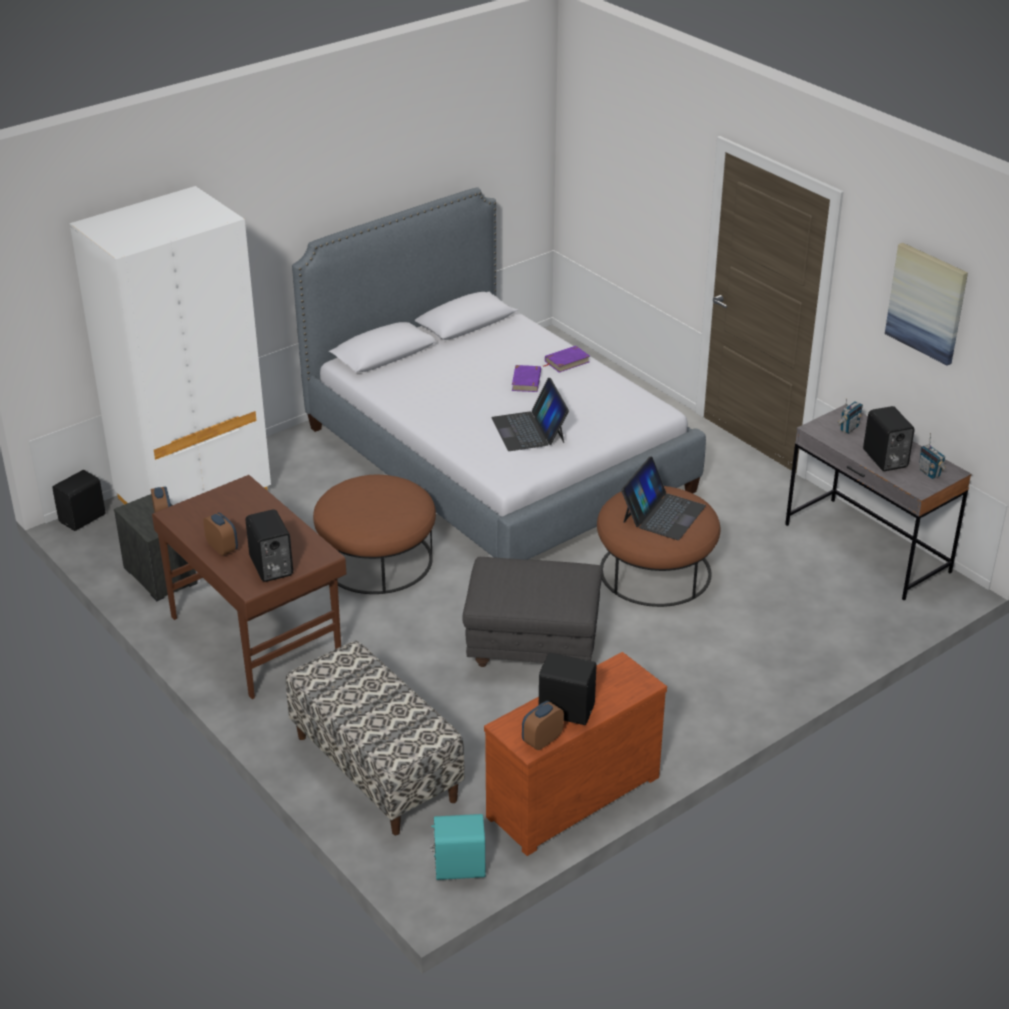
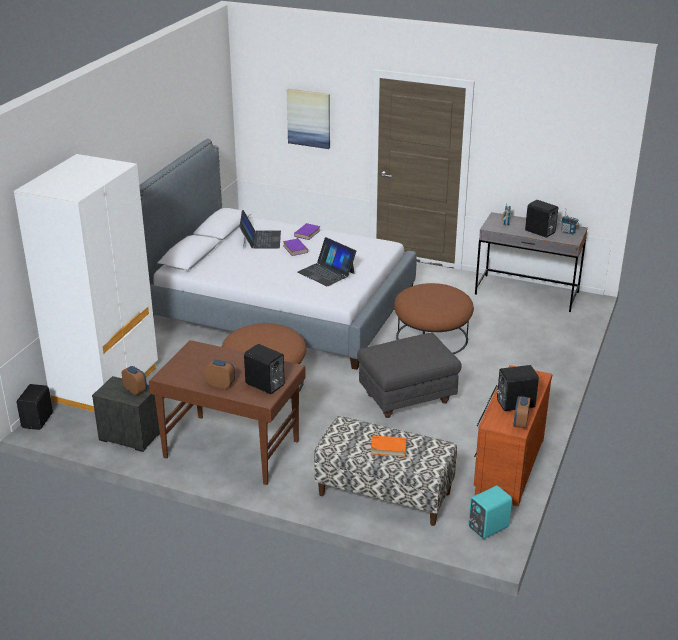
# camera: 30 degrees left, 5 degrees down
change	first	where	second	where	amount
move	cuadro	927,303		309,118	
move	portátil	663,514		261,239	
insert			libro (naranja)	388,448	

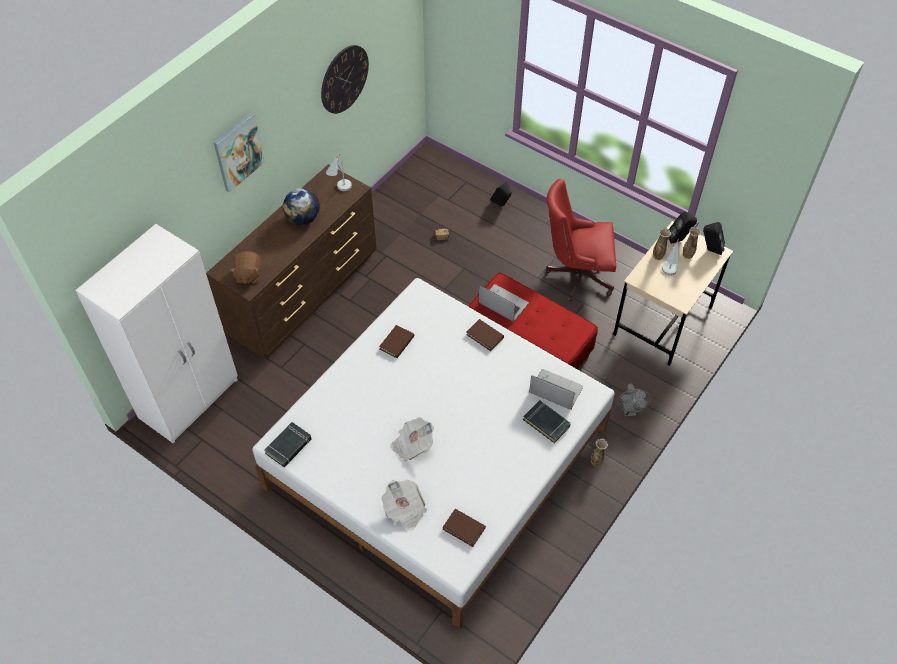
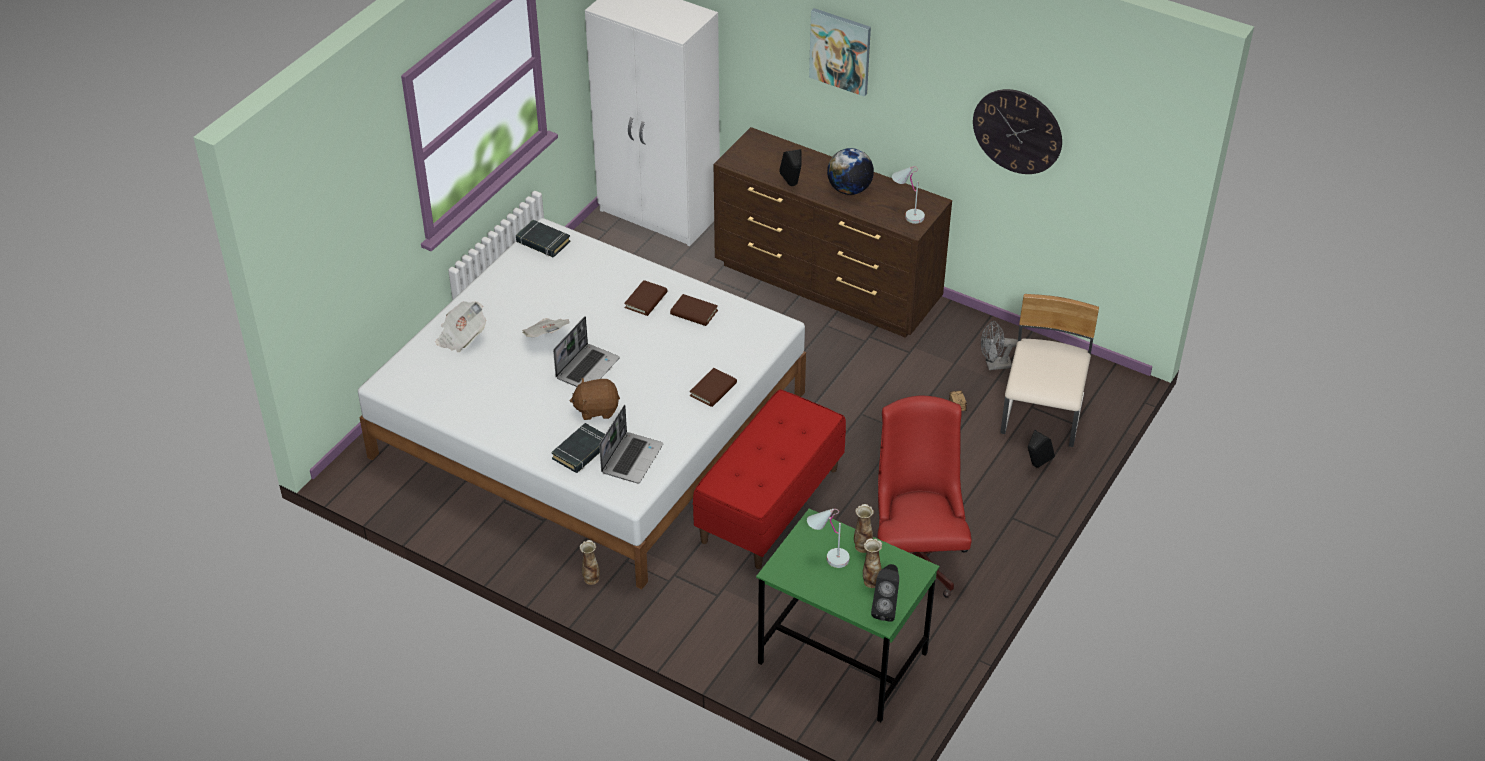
# camera: 85 degrees right, 10 degrees down
change	first	where	second	where	amount
move	altavoz (negro)	679,240		792,185	
recolor	escritorio (beis)	663,321	escritorio (verde)	841,658	
move	peluche (marrón)	248,275		596,409	
move	portátil	502,304		587,368	
move	ventilador (gris)	629,411		994,365	
move	libro (marrón)	464,528		646,300	
insert			silla (beis)	1043,416	

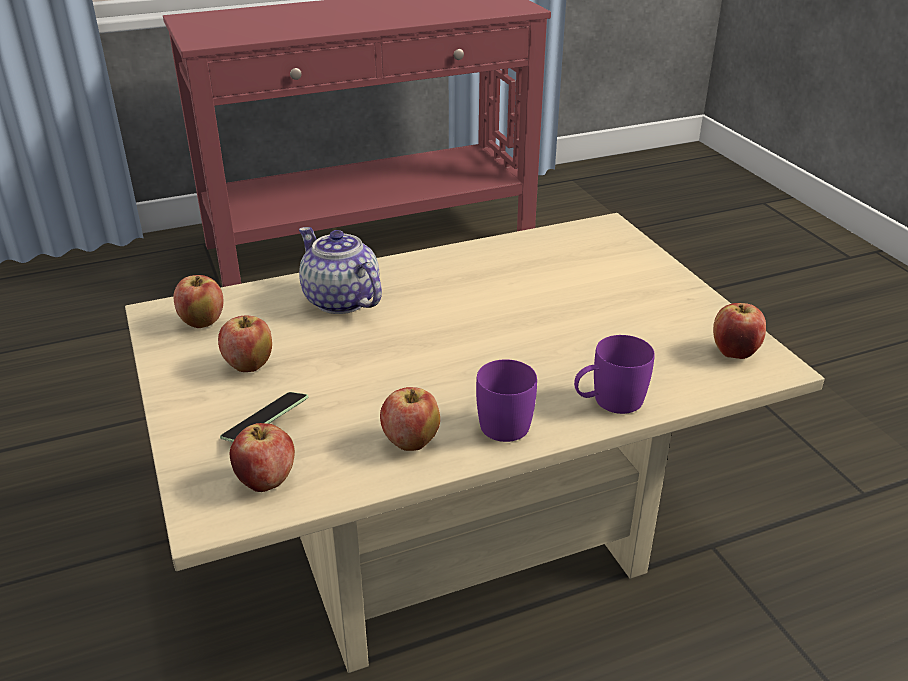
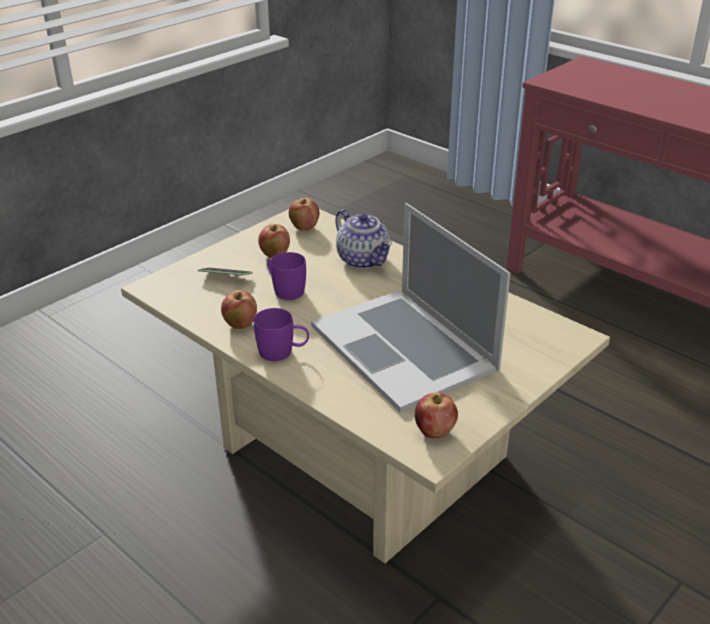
# camera: 65 degrees right, 0 degrees up
change	first	where	second	where	amount
rotate	tetera	340,300		364,260	120 degrees clockwise
move	taza grande (morado)	608,402		285,290	
delete	manzana	266,481			
insert			portátil	404,347	

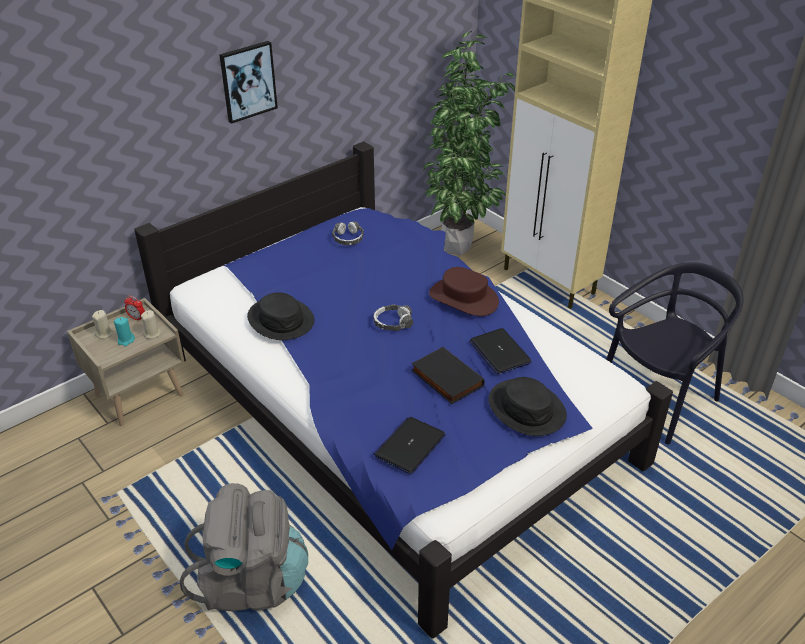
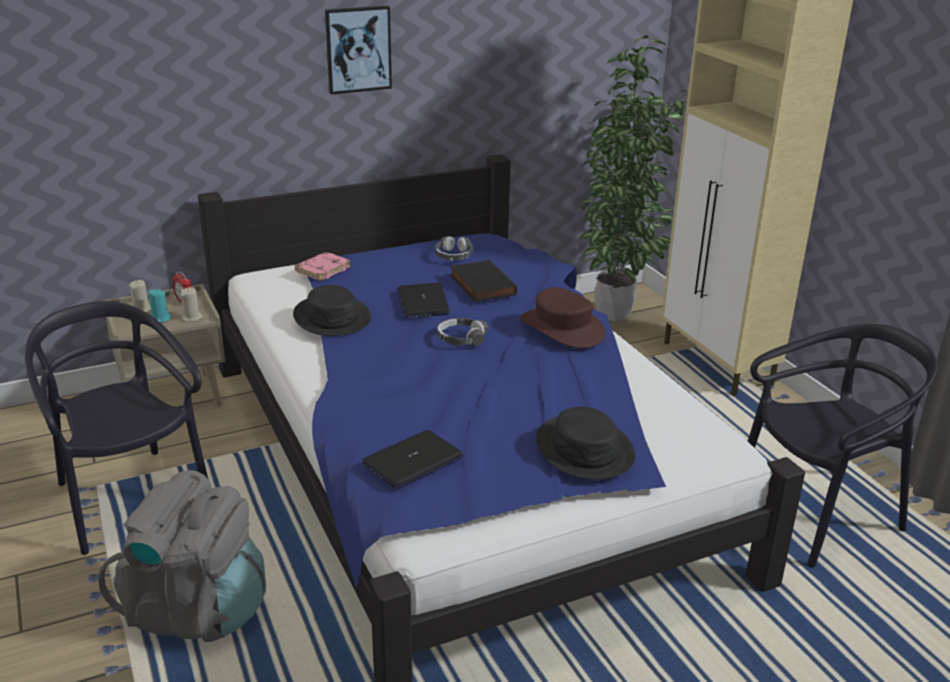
# camera: 15 degrees right, 10 degrees down
change	first	where	second	where	amount
move	portátil	499,352		423,302	
move	libro (negro)	445,378		480,285	
insert			libro (rosa)	322,270	
insert			silla (negro)	130,499	

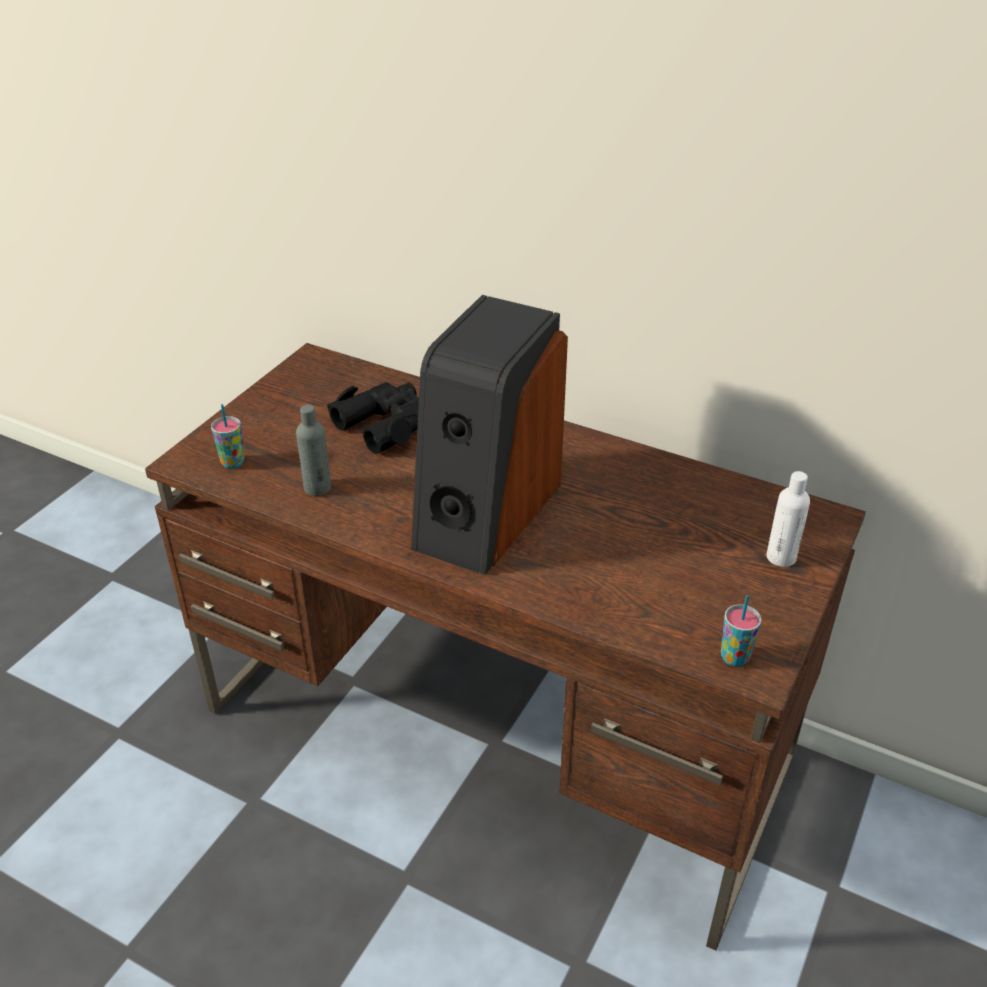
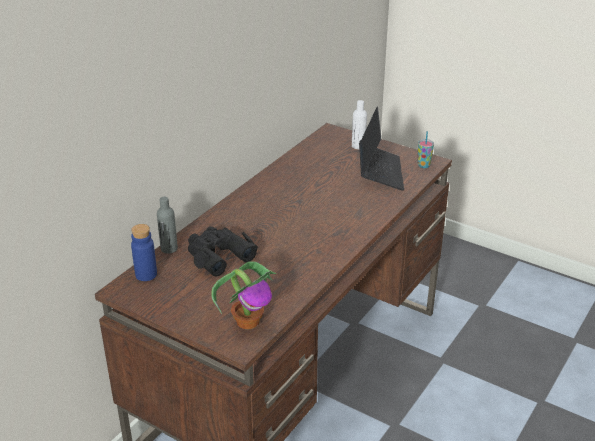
# camera: 85 degrees left, 5 degrees down
change	first	where	second	where	amount
delete	altavoz	485,513			
replace	taza	233,463	planta en maceta	248,321	
move	botella (gris)	317,487		169,248	
insert			portátil	380,173	
insert			botella (azul)	146,274	

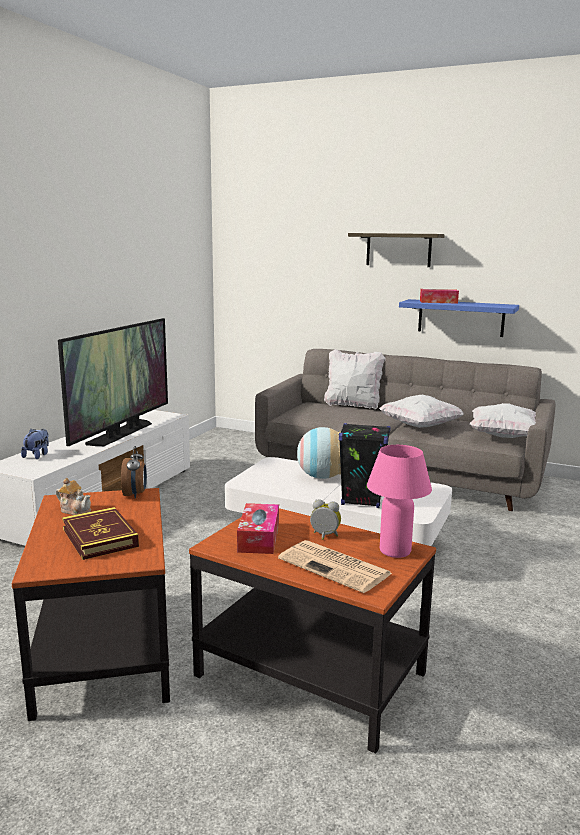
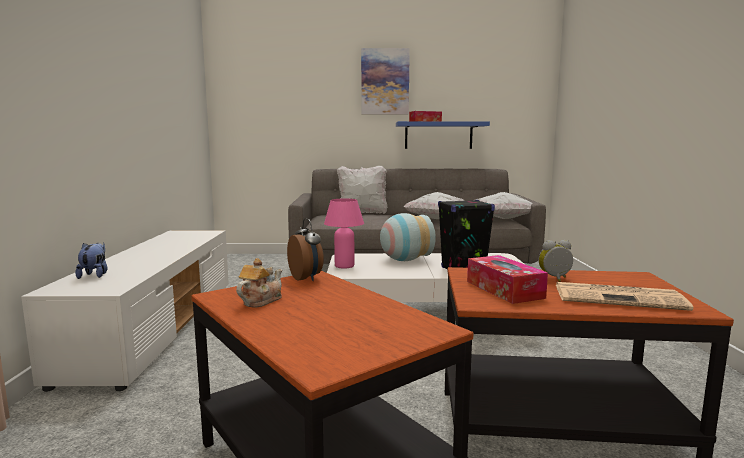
# camera: 25 degrees left, 5 degrees down
change	first	where	second	where	amount
replace	estante	398,250	cuadro	385,82	
delete	televisor	121,433			
move	lámpara de mesa (rosa)	395,551		344,266	
rotate	tetera	75,510		260,301	60 degrees counterclockwise
delete	libro	100,537			

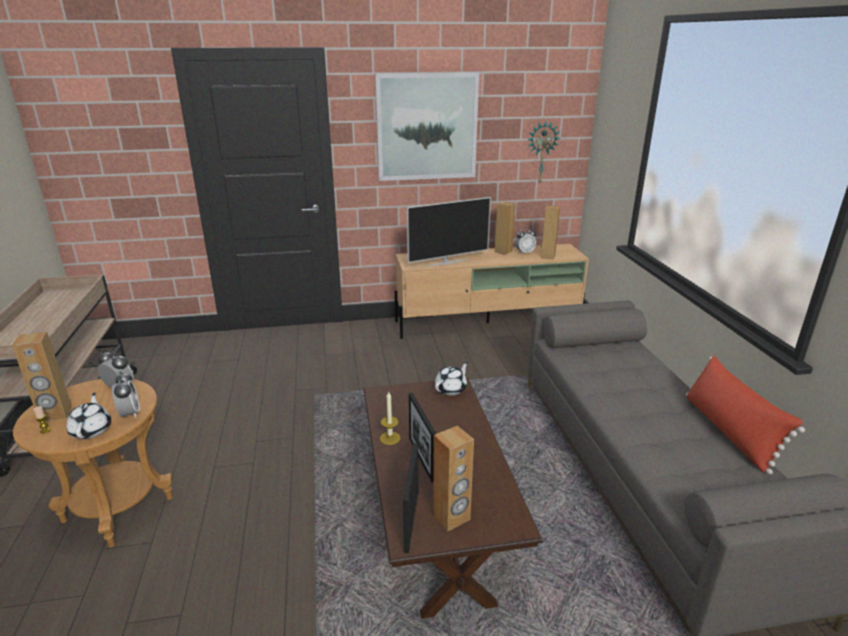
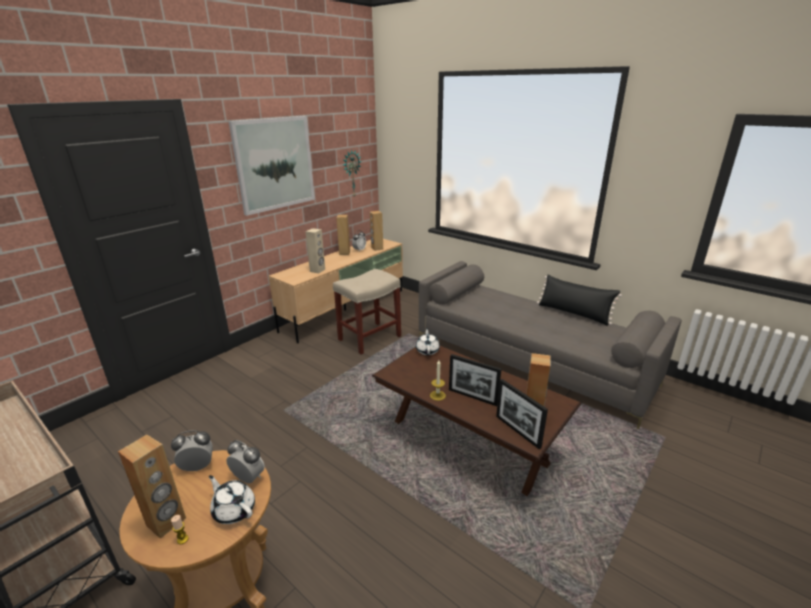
# camera: 40 degrees left, 0 degrees up
change	first	where	second	where	amount
replace	televisor	447,262	altavoz (beis)	317,270	
recolor	cojín (rojo)	729,432	cojín (negro)	573,313	
insert			taburete (beis)	369,338	

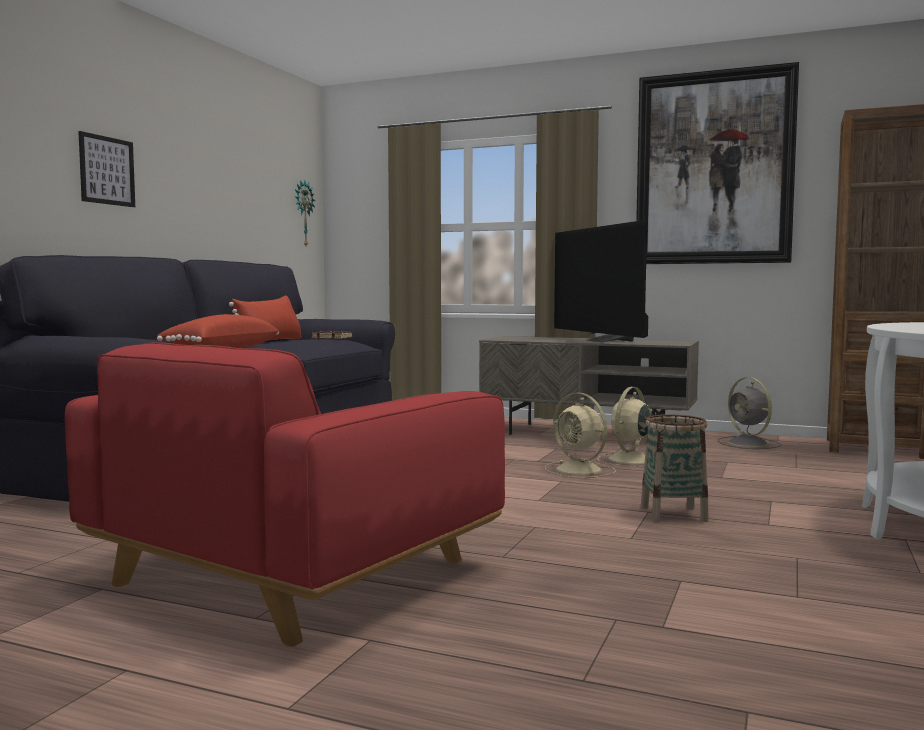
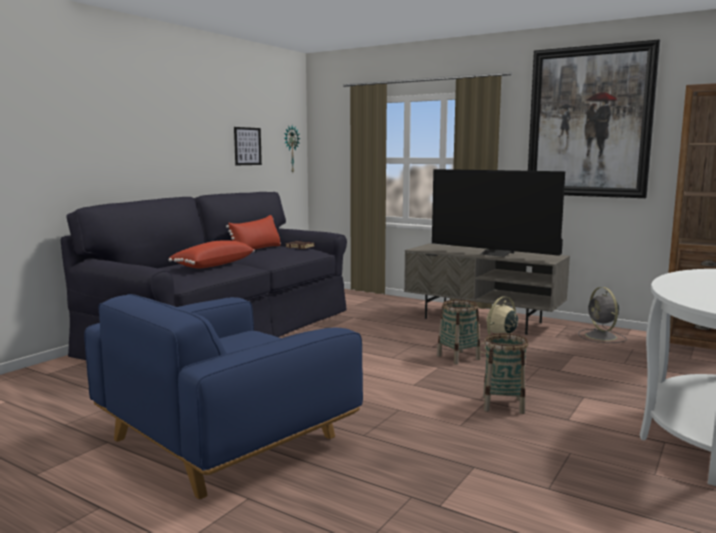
# camera: 10 degrees right, 5 degrees up
change	first	where	second	where	amount
move	cuadro	107,170		247,146	
rotate	televisor	604,341		495,254	45 degrees counterclockwise
recolor	sillón (rojo)	295,572	sillón (azul)	226,438	
replace	ventilador (beis)	580,470	cesta	458,357	

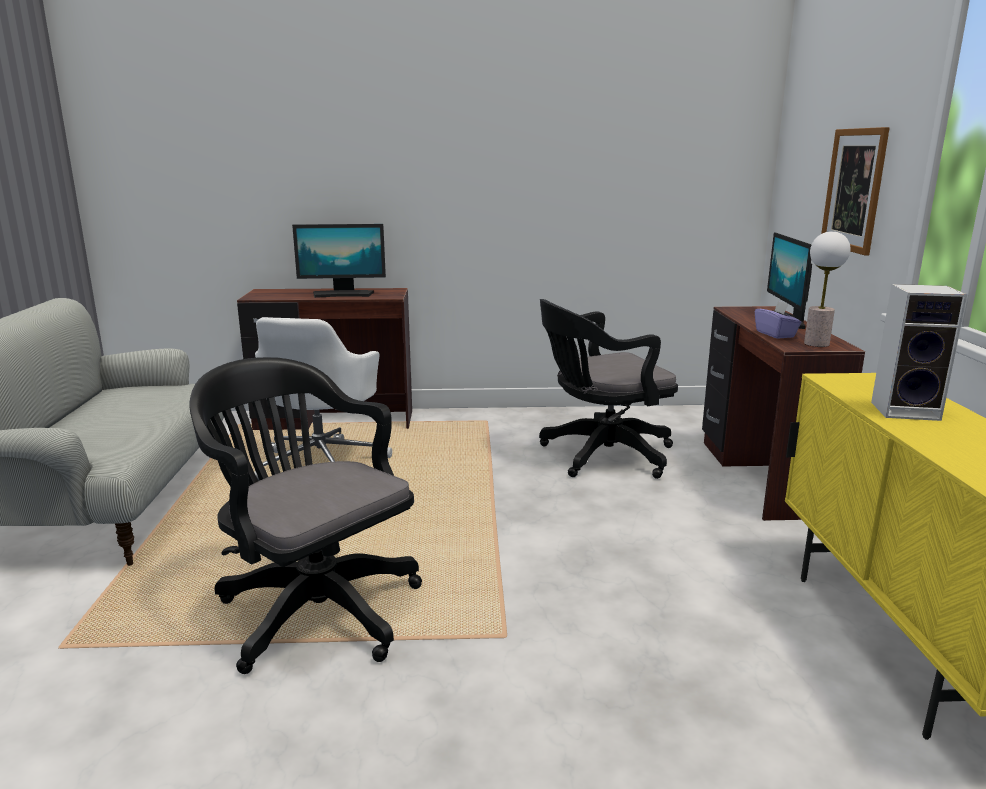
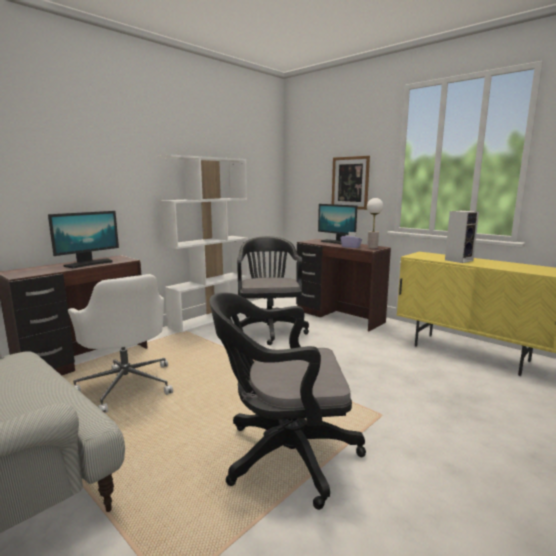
# camera: 45 degrees left, 5 degrees down
change	first	where	second	where	amount
rotate	silla de oficina (negro)	601,455		269,328	150 degrees clockwise
insert			estantería (blanco)	210,318	

